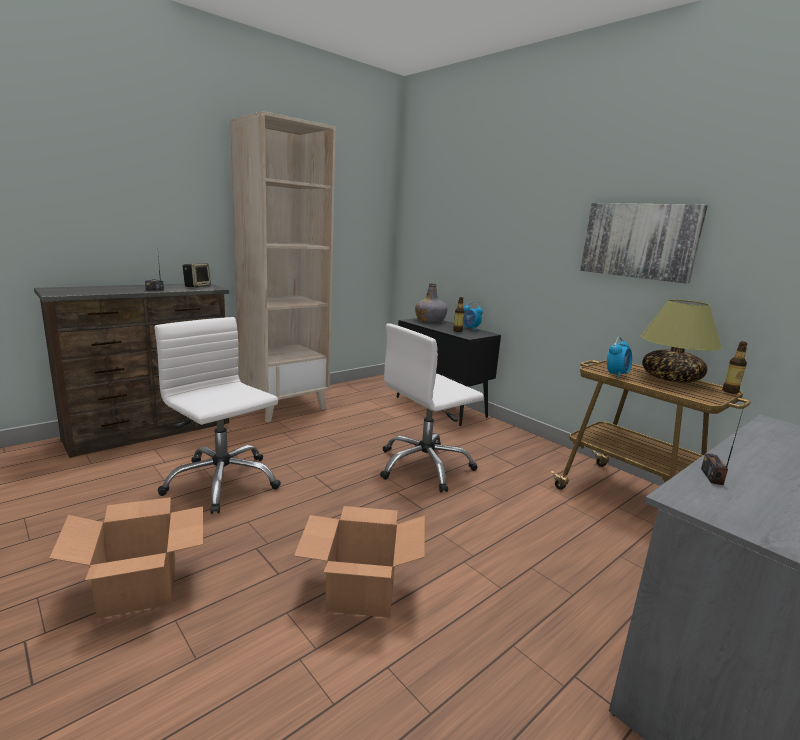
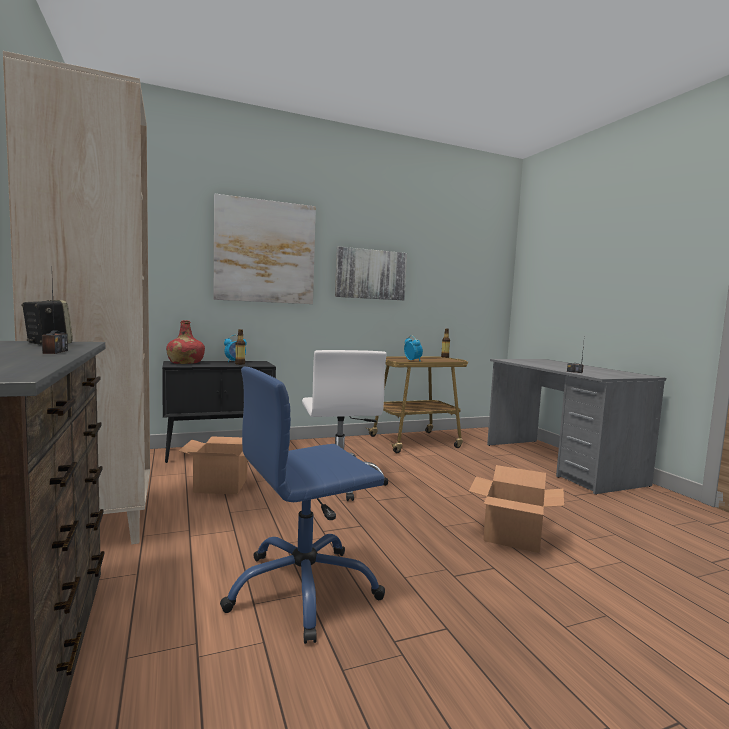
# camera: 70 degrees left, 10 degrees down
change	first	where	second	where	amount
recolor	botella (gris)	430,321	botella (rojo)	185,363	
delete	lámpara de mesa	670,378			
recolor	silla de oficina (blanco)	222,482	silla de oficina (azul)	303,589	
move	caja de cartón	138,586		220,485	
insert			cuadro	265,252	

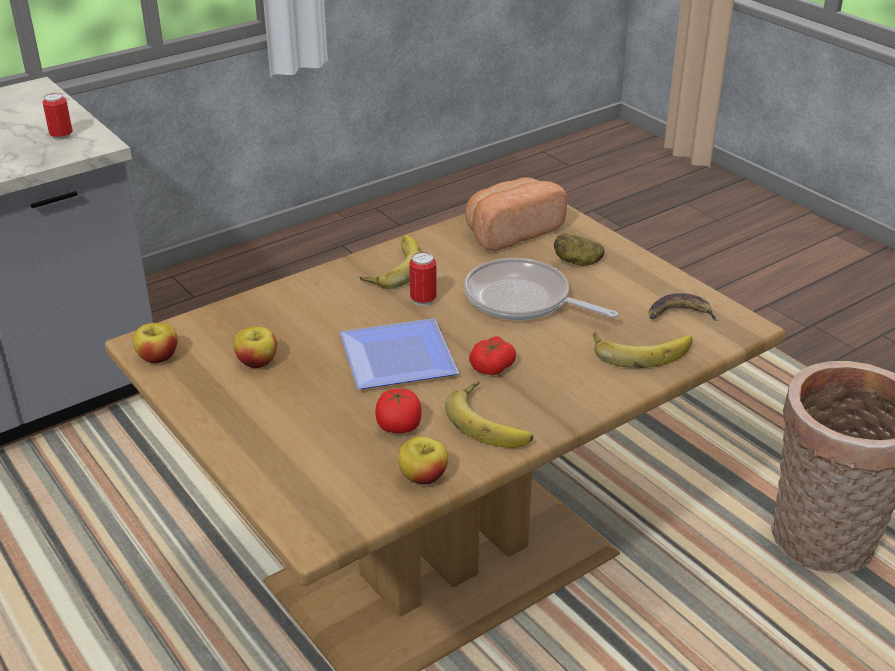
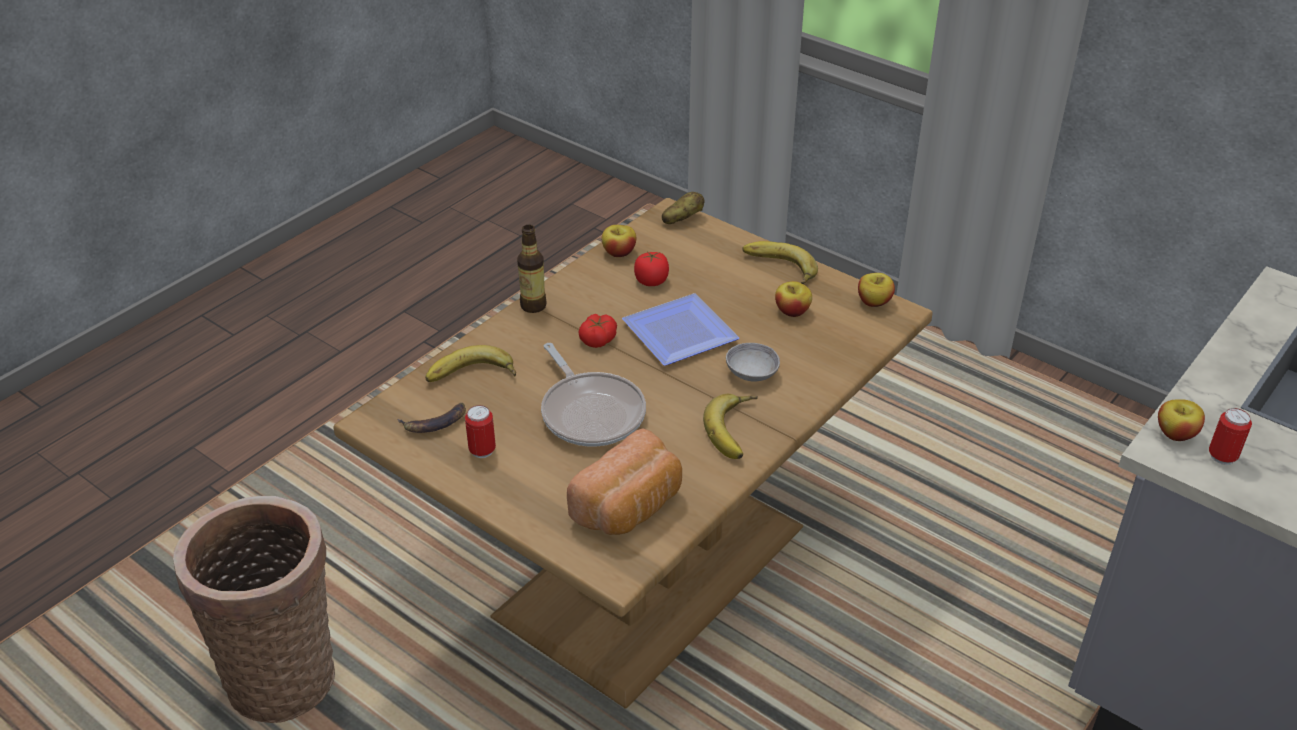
# camera: 165 degrees right, 5 degrees up
change	first	where	second	where	amount
move	patata	578,262		682,219	
move	lata	423,300		482,451	
rotate	sartén	522,300		590,412	45 degrees clockwise
move	plátano	492,421		778,268	
insert			botella	533,306	
insert			cuenco (gris)	752,374	
insert			manzana	1176,434	

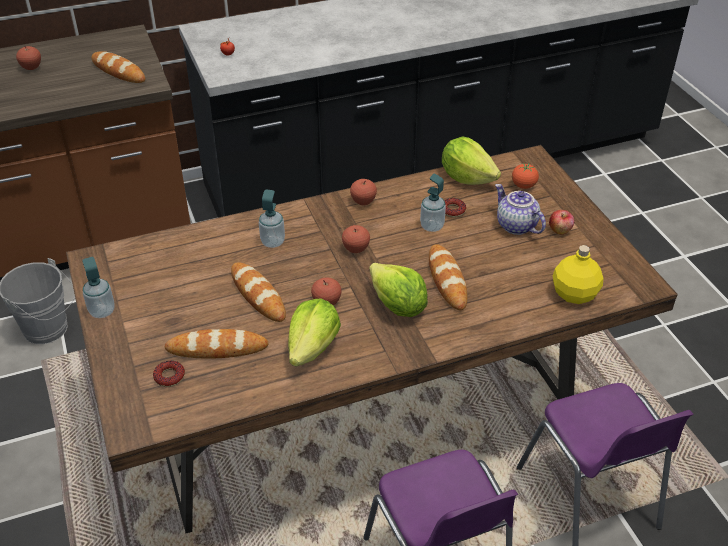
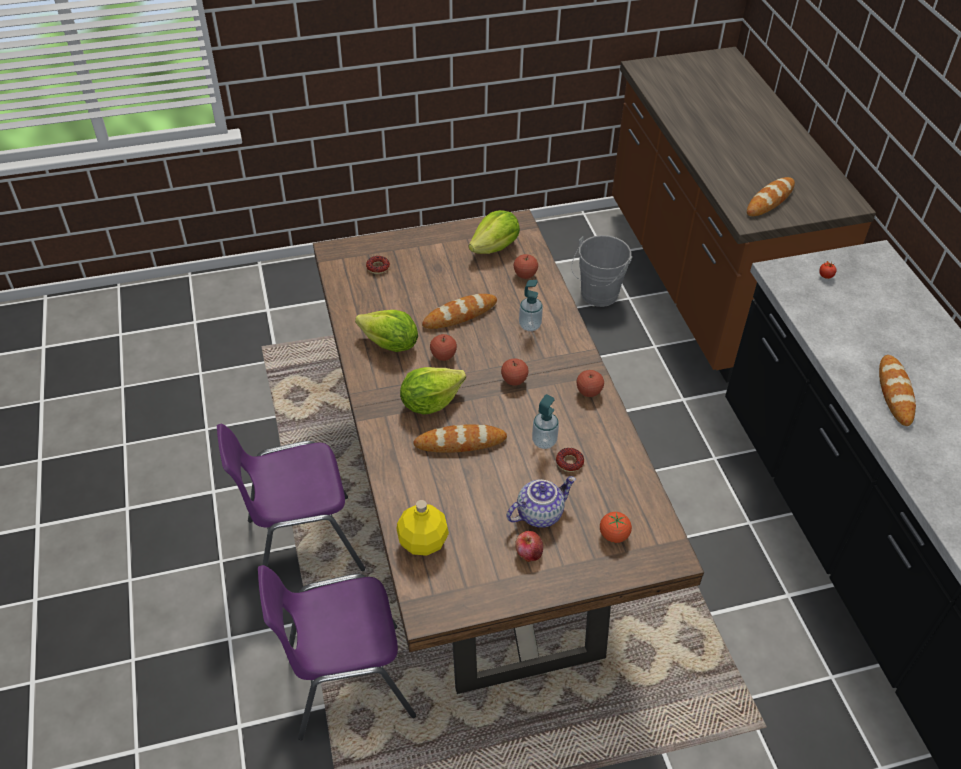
# camera: 95 degrees right, 5 degrees up
change	first	where	second	where	amount
move	manzana	31,67		525,275	
move	lechuga	467,177		495,248	
delete	dispensador de jabón	102,311			
move	pan	217,348		895,392	

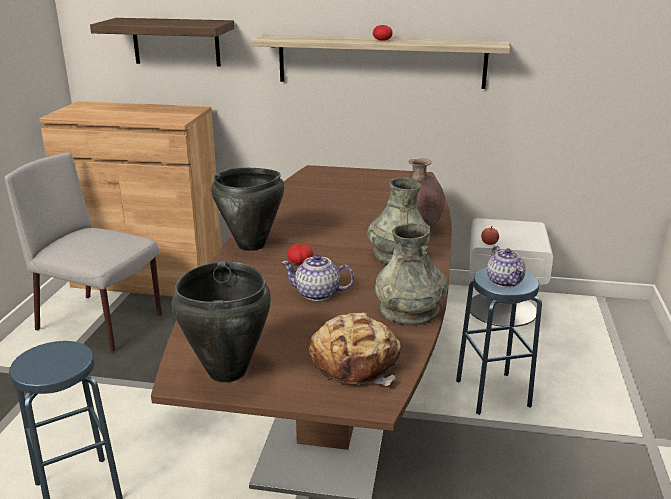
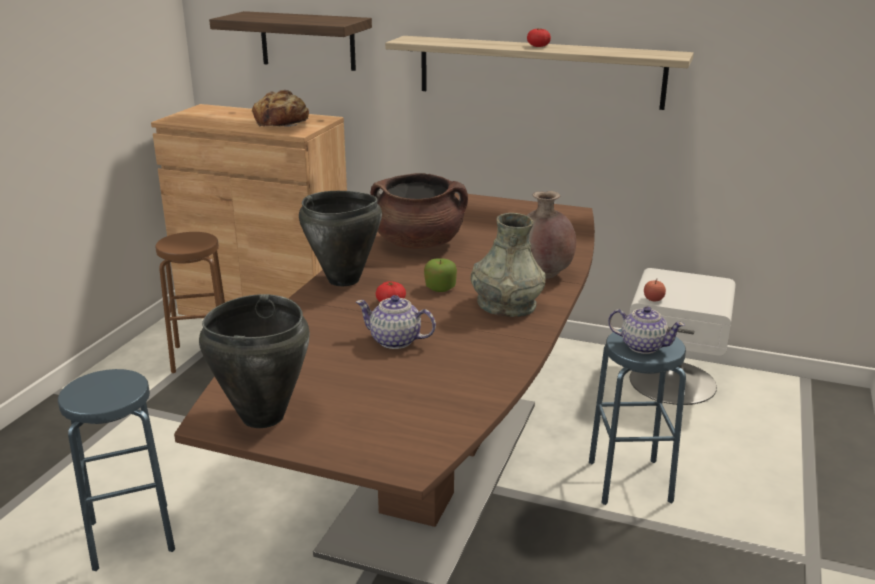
# camera: 10 degrees right, 0 degrees up
change	first	where	second	where	amount
replace	silla (gris)	101,323	taburete (marrón)	202,356	
delete	florero (gris)	409,310			
rotate	tetera	504,281		642,346	60 degrees counterclockwise
move	pan	355,362		282,122	
insert			olla (marrón)	419,243	
insert			manzana	440,288	

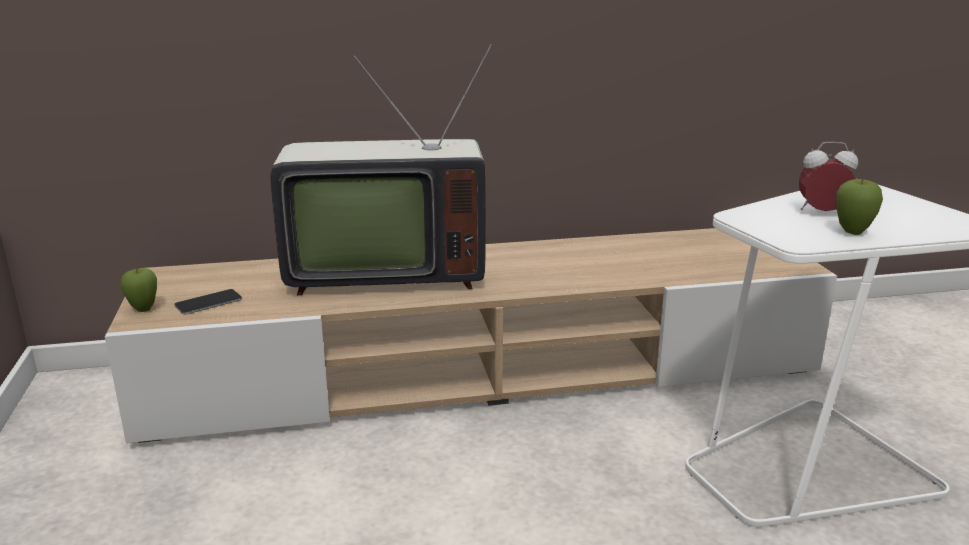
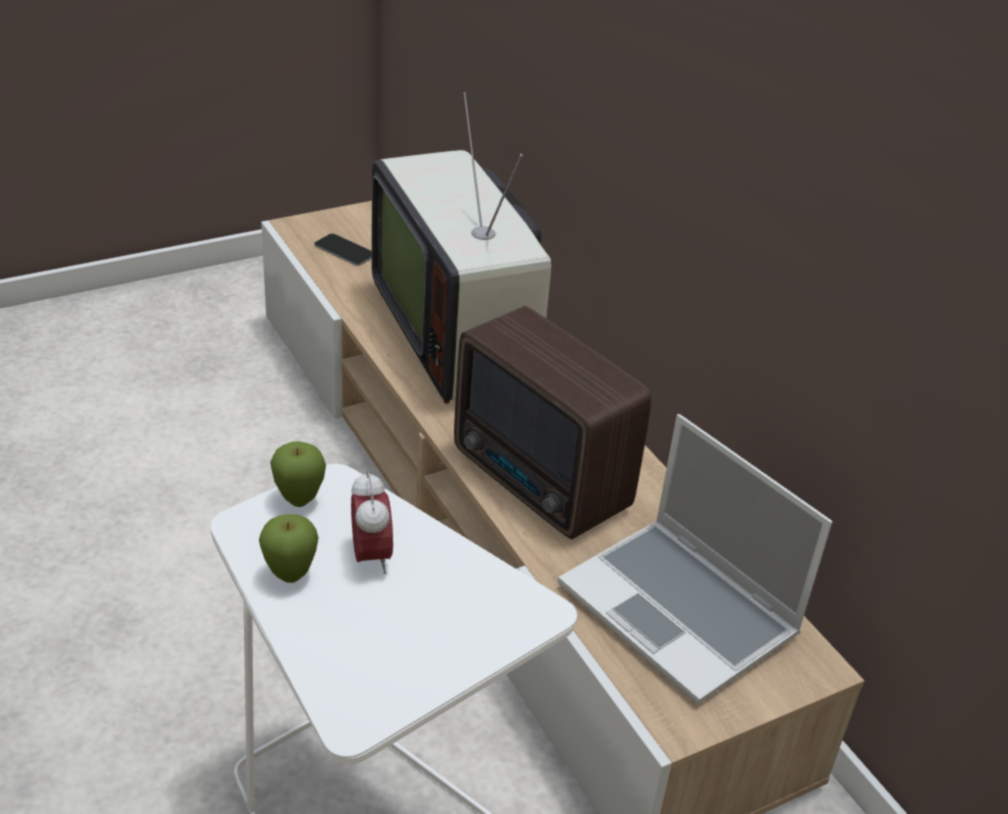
# camera: 70 degrees right, 15 degrees up
change	first	where	second	where	amount
move	manzana	143,310		299,501	
insert			radio	541,484	
insert			portátil	681,612	

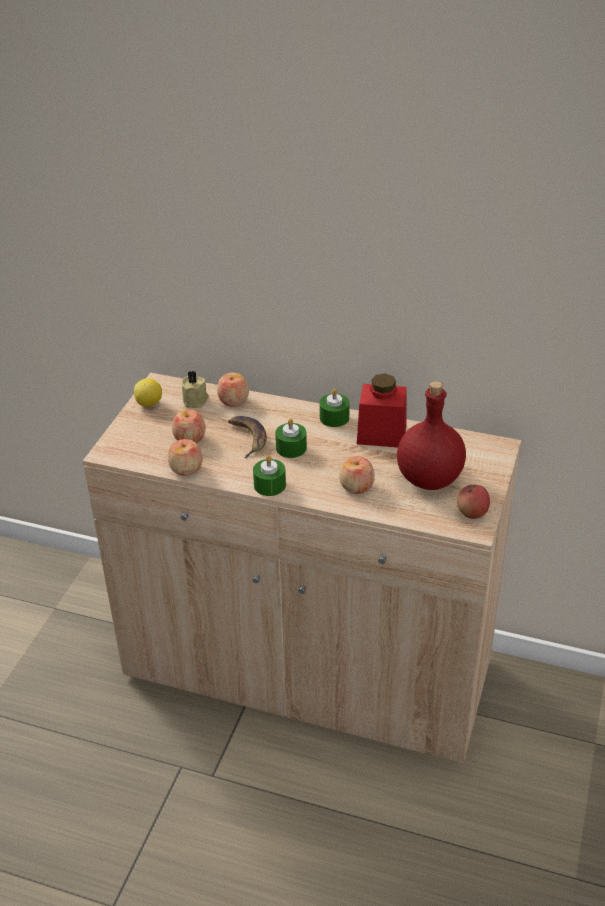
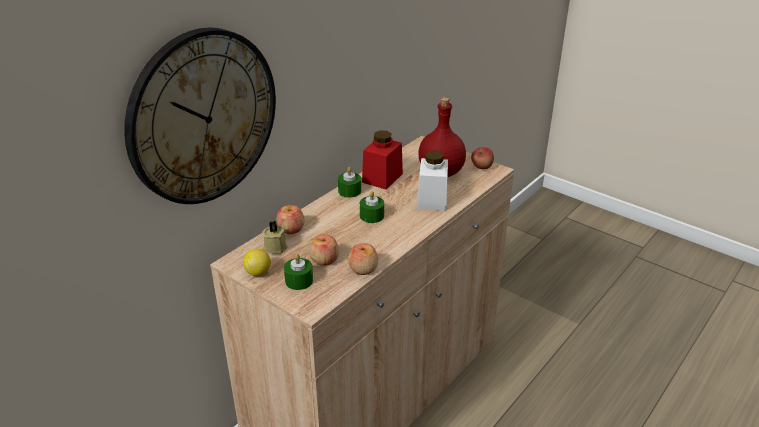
# camera: 70 degrees left, 5 degrees down
change	first	where	second	where	amount
delete	plátano	247,437			
move	vela (verde)	269,485		299,280	
replace	manzana	356,486	tarro (blanco)	432,200	
insert			reloj de pared	203,117	

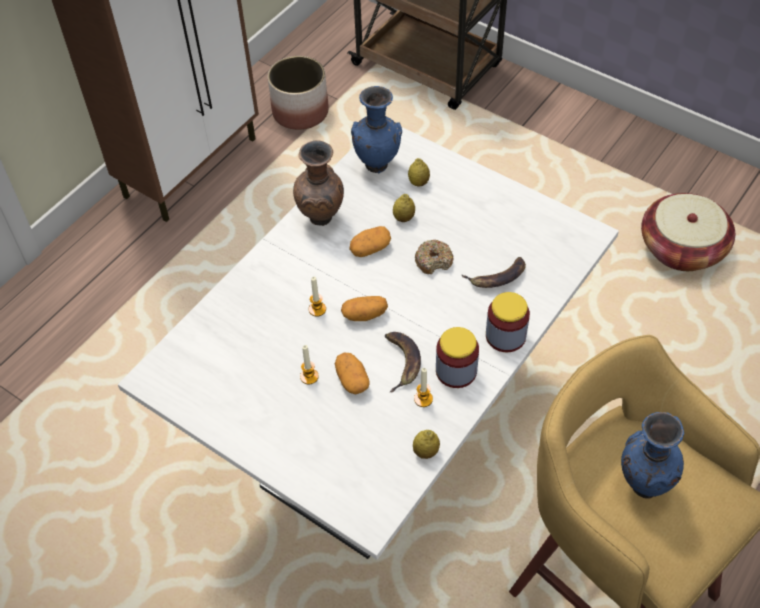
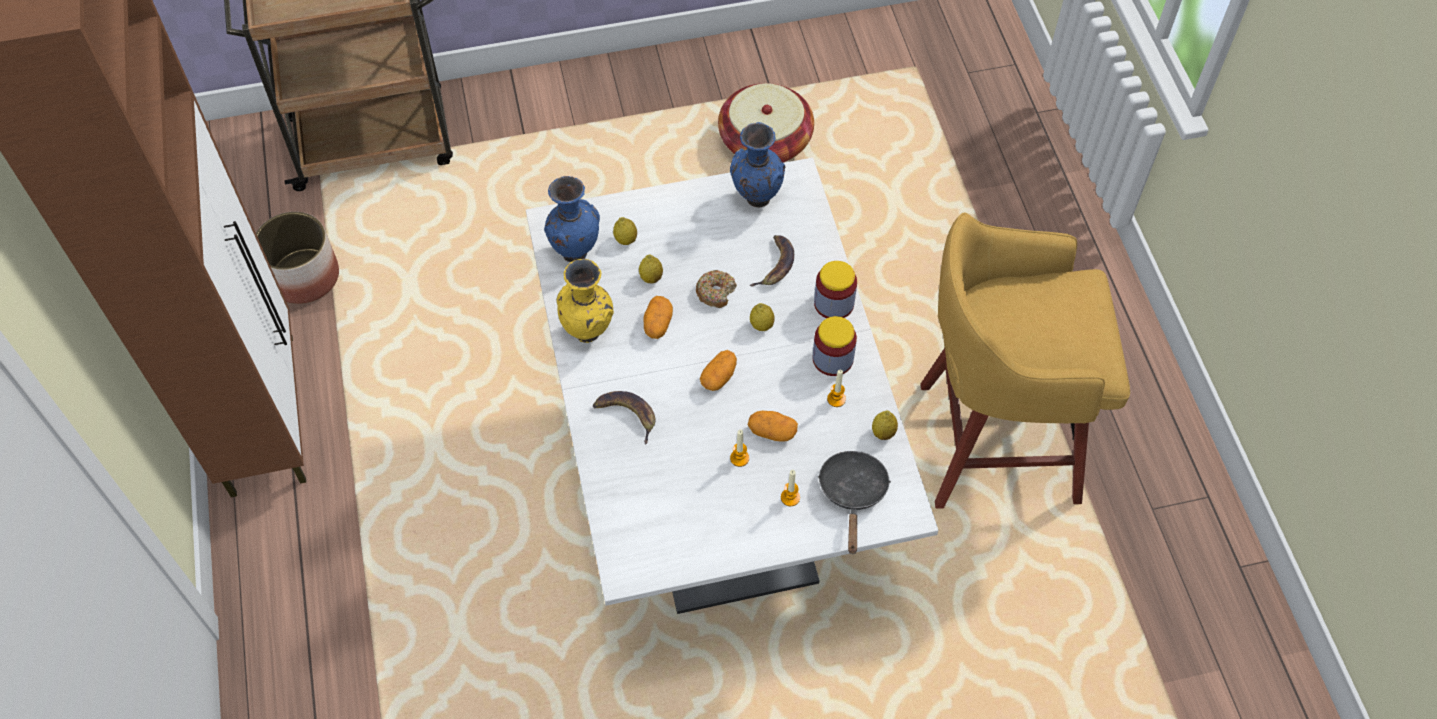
# camera: 50 degrees left, 5 degrees up
change	first	where	second	where	amount
recolor	florero (marrón)	322,219	florero (amarillo)	589,333	
move	vela	317,309		790,497	
move	plátano	402,362		628,415	
move	florero (azul)	642,485		756,199	
insert			limón	761,325	
insert			sartén (negro)	853,494	

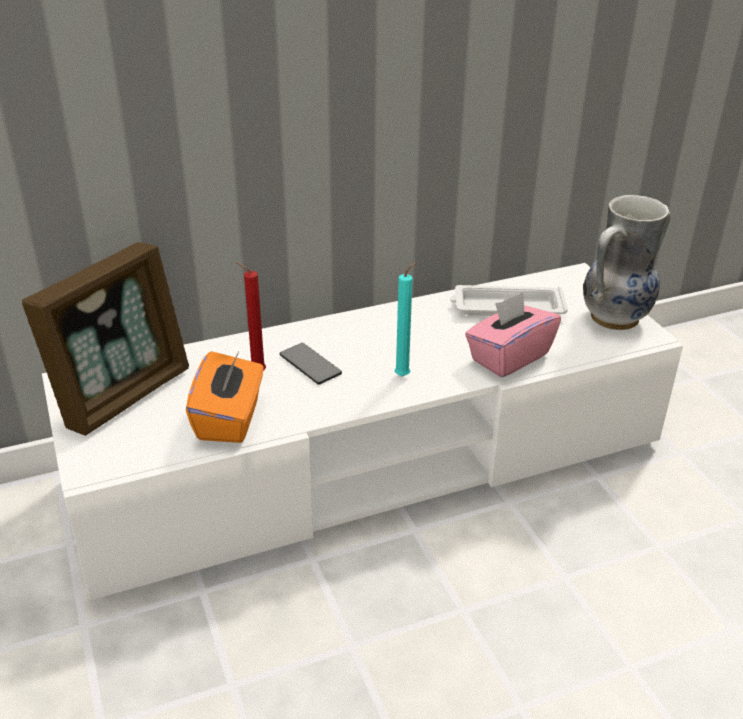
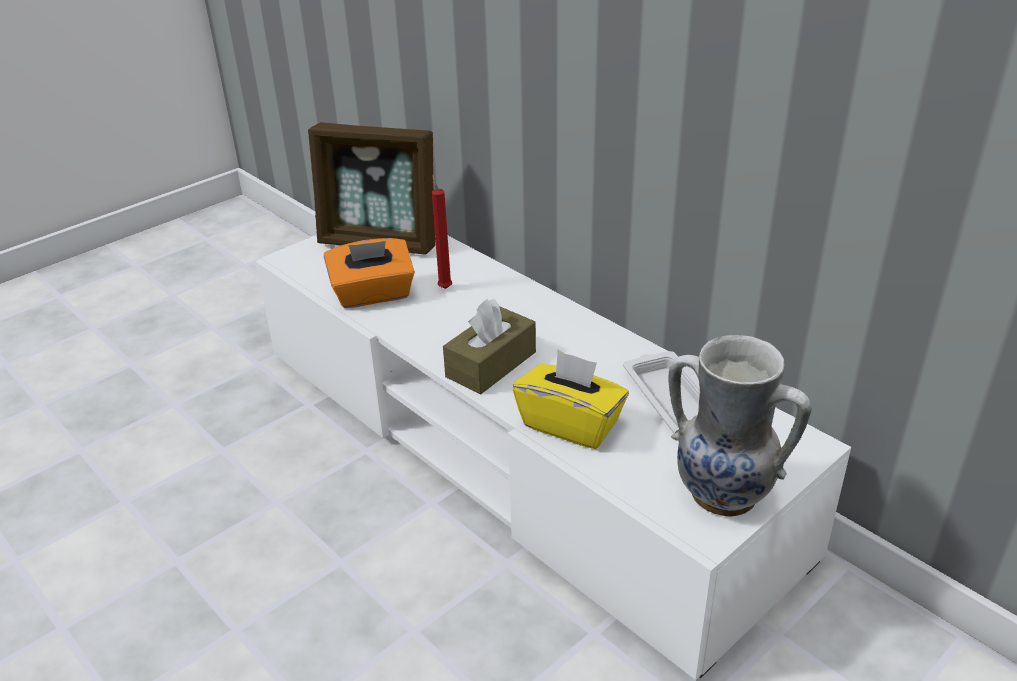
# camera: 70 degrees right, 0 degrees up
change	first	where	second	where	amount
replace	vela (turquesa)	404,375	caja de pañuelos (marrón)	491,364	
recolor	caja de pañuelos (rosa)	509,357	caja de pañuelos (amarillo)	571,424	
delete	móvil	310,365			

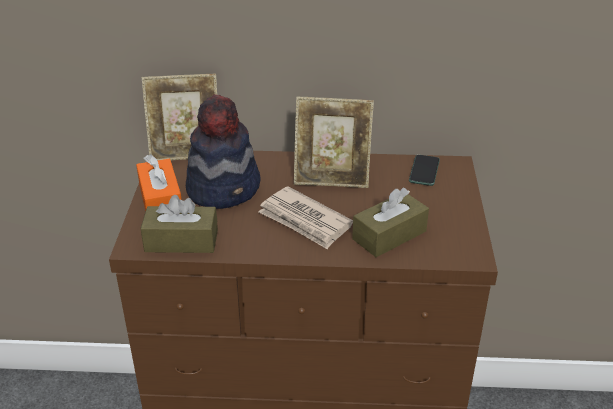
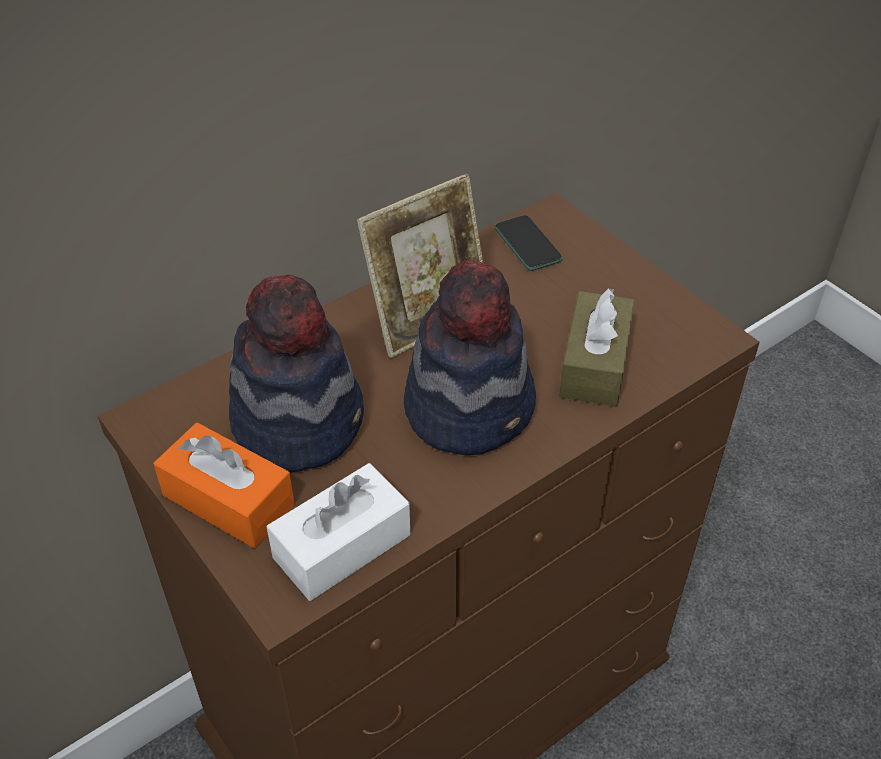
# camera: 40 degrees left, 10 degrees up
change	first	where	second	where	amount
delete	portarretratos	186,152			
replace	periódico	305,221	sombrero	470,406	
recolor	caja de pañuelos (marrón)	181,241	caja de pañuelos (blanco)	342,546	

